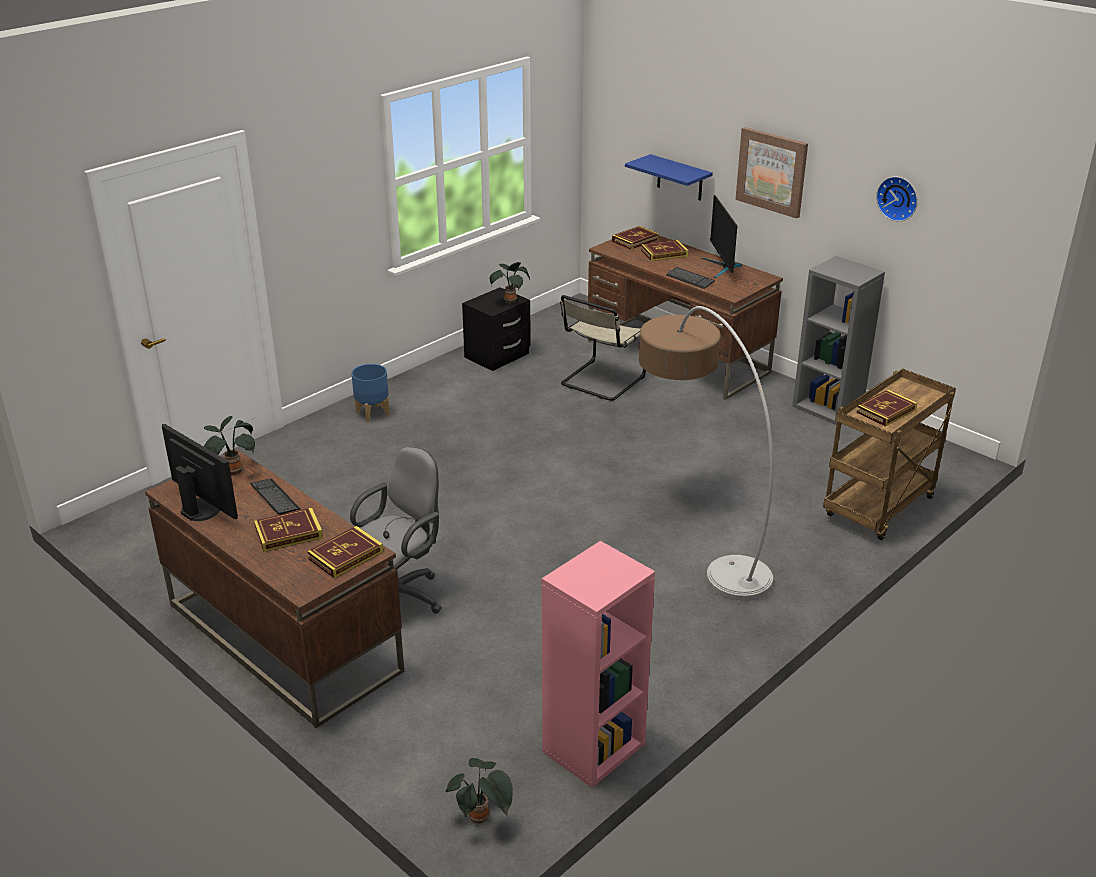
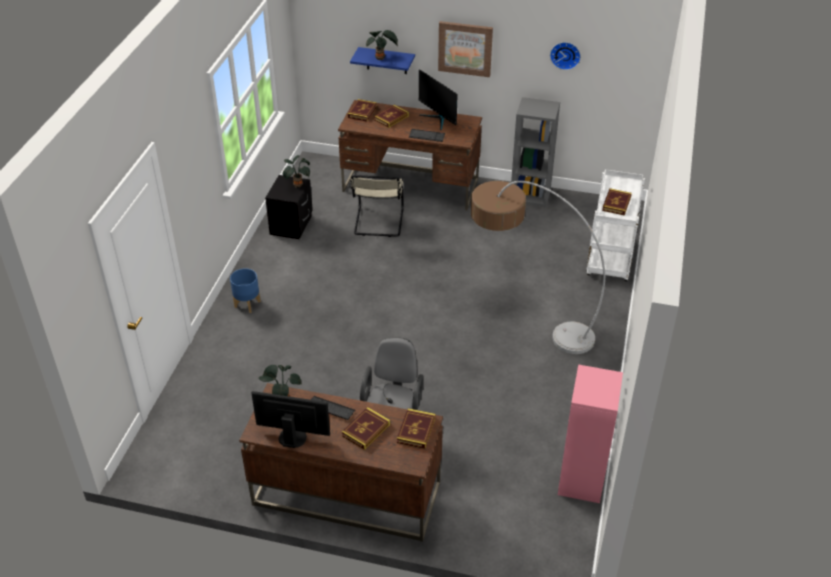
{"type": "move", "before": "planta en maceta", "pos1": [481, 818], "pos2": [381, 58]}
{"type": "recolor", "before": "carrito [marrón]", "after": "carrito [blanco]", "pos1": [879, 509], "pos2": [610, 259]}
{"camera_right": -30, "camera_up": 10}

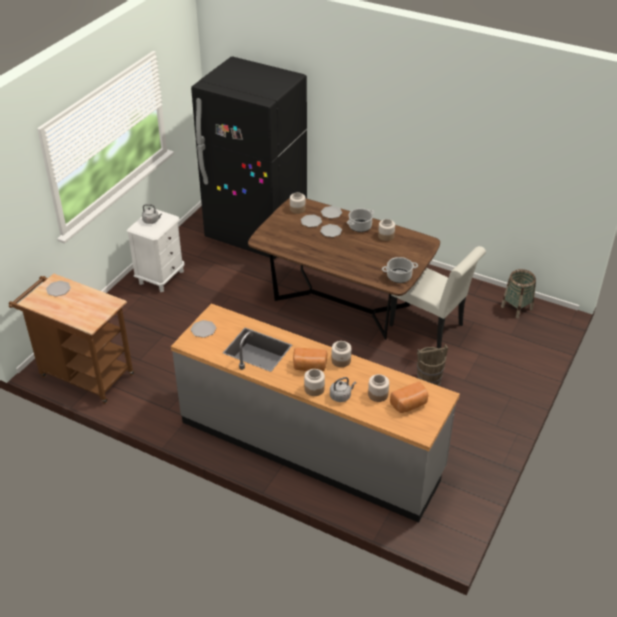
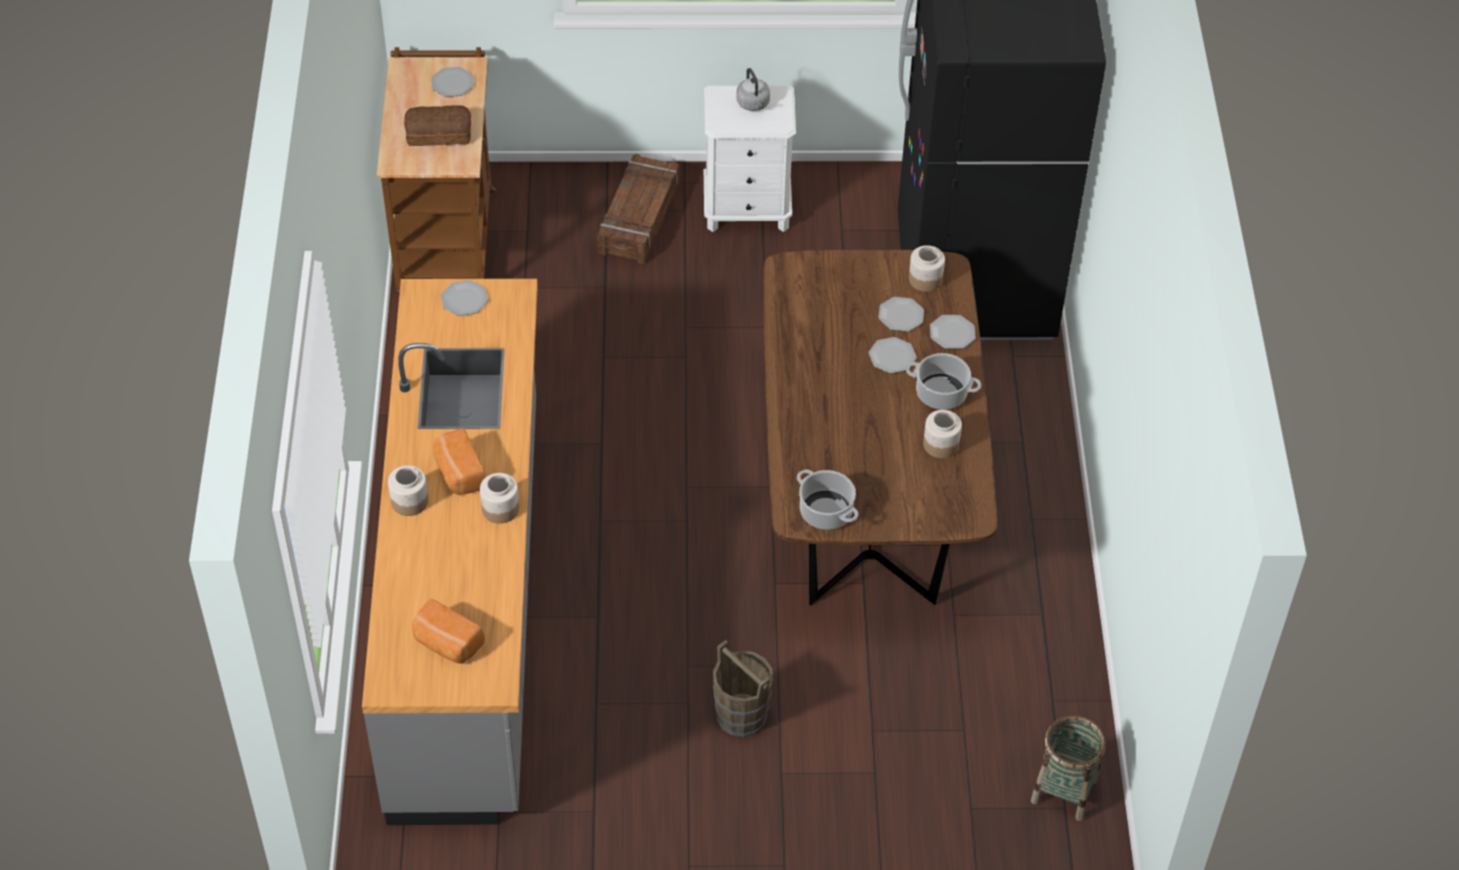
{"type": "delete", "before": "hervidor [gris]", "pos1": [341, 396]}
{"type": "delete", "before": "tarro", "pos1": [378, 394]}
{"type": "delete", "before": "silla [blanco]", "pos1": [430, 327]}
{"type": "insert", "after": "pan", "pos2": [438, 133]}
{"type": "insert", "after": "caja de embalaje", "pos2": [640, 218]}
{"camera_right": 60, "camera_up": 10}

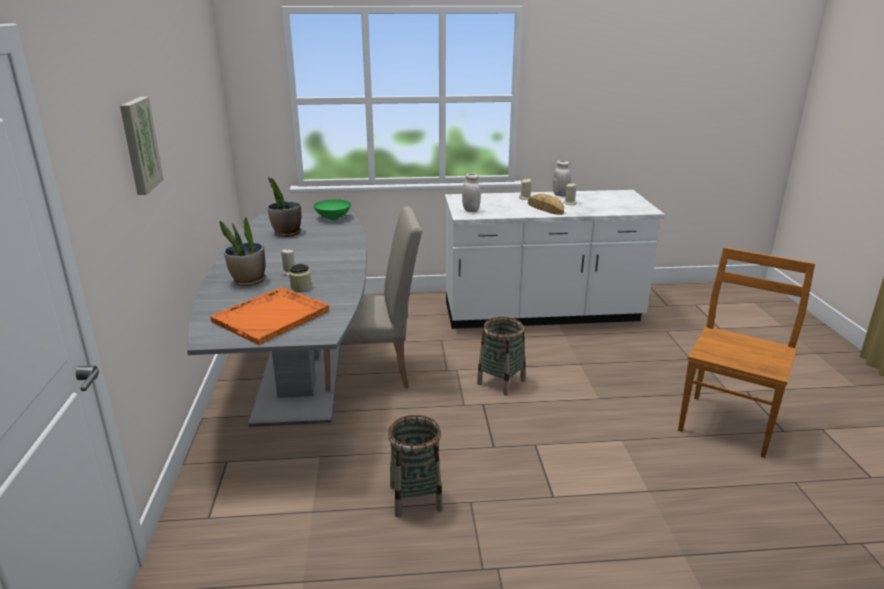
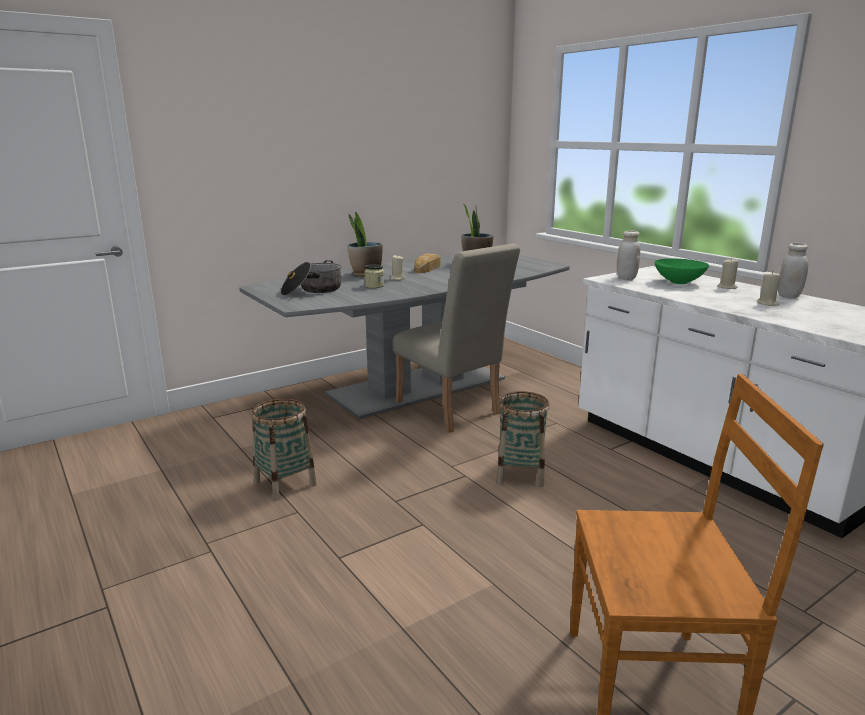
{"type": "delete", "before": "cuadro", "pos1": [138, 145]}
{"type": "move", "before": "cuenco [verde]", "pos1": [333, 218], "pos2": [679, 282]}
{"type": "move", "before": "pan", "pos1": [545, 208], "pos2": [428, 268]}
{"type": "replace", "before": "bandeja [naranja]", "after": "olla", "pos1": [272, 316], "pos2": [312, 290]}
{"camera_right": 60, "camera_up": -5}

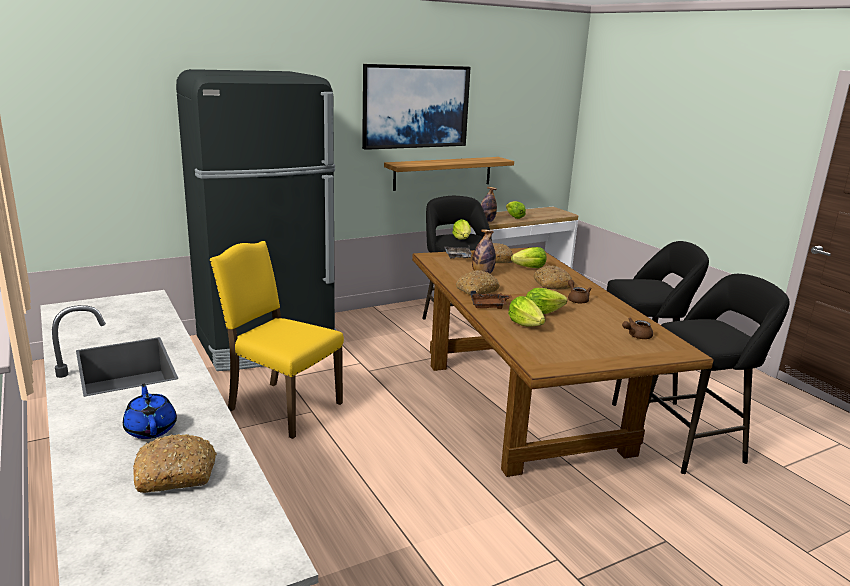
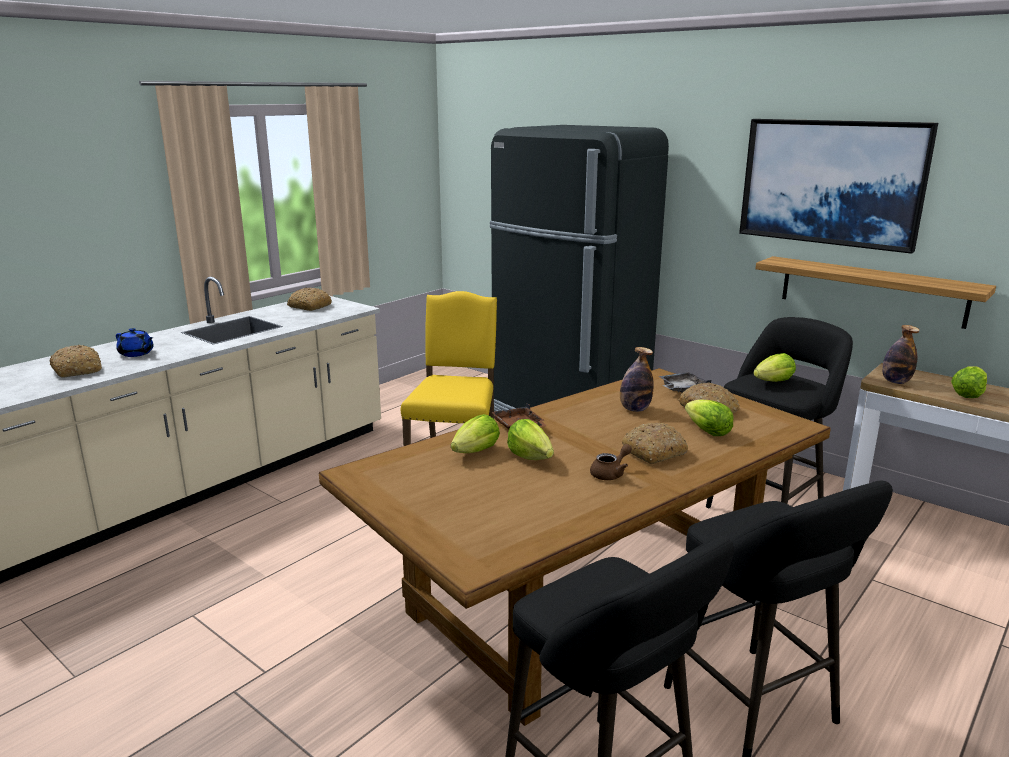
{"type": "delete", "before": "tetera [marrón]", "pos1": [636, 336]}
{"type": "move", "before": "pan", "pos1": [477, 290], "pos2": [309, 306]}
{"type": "rotate", "before": "tetera [azul]", "pos1": [151, 429], "pos2": [136, 353], "turn": 75}
{"camera_right": 70, "camera_up": 0}

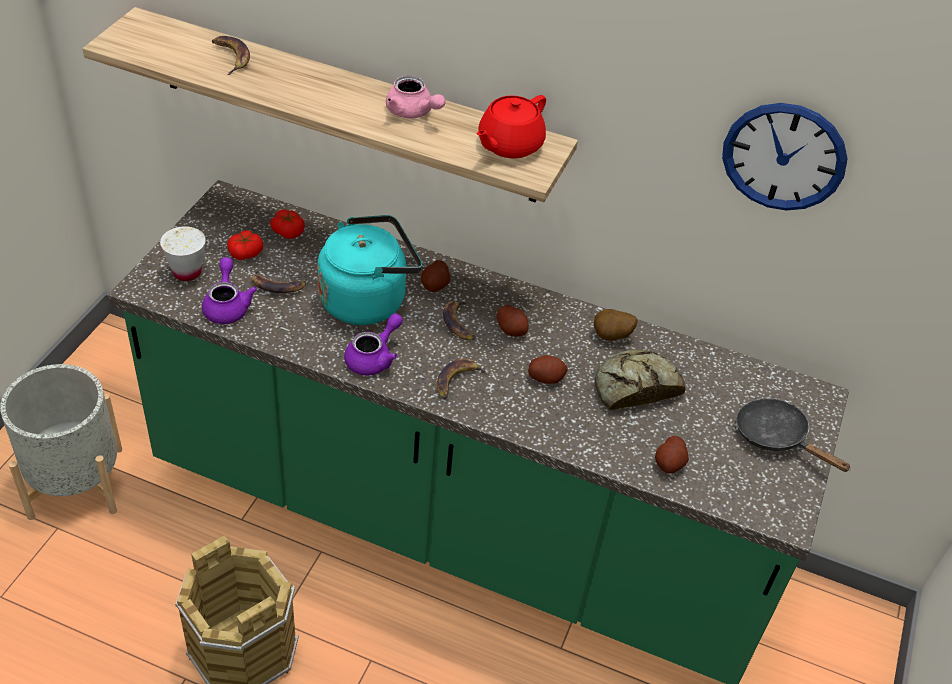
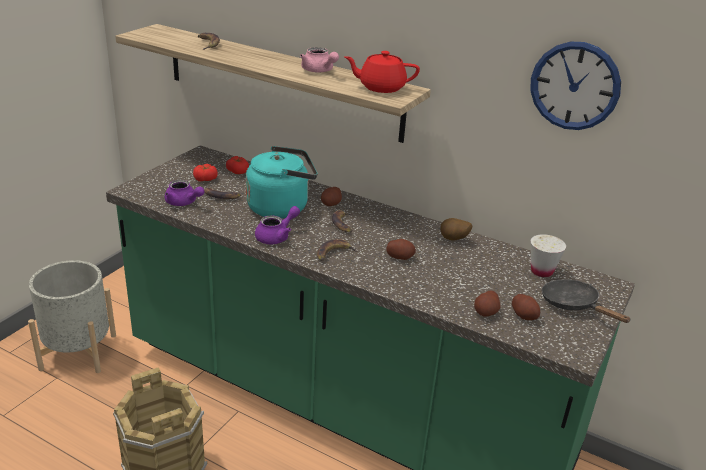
{"type": "delete", "before": "pan", "pos1": [635, 386]}
{"type": "move", "before": "taza [blanco]", "pos1": [187, 272], "pos2": [541, 271]}
{"type": "move", "before": "patata", "pos1": [511, 329], "pos2": [524, 315]}
{"type": "rotate", "before": "tetera [morado]", "pos1": [227, 305], "pos2": [183, 203], "turn": 120}
{"type": "rotate", "before": "tetera [rojo]", "pos1": [509, 145], "pos2": [381, 87], "turn": 45}
{"camera_right": 10, "camera_up": -15}

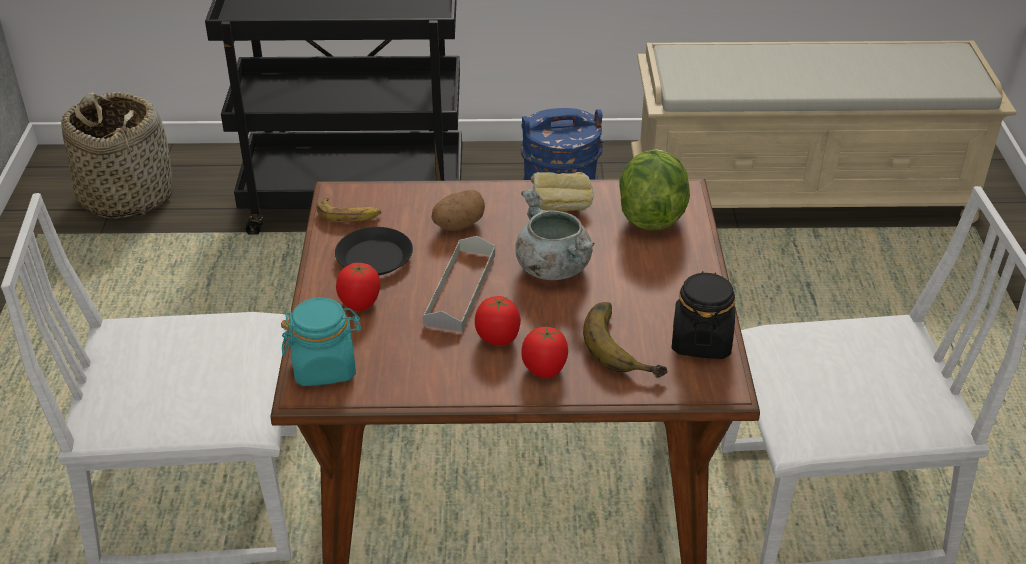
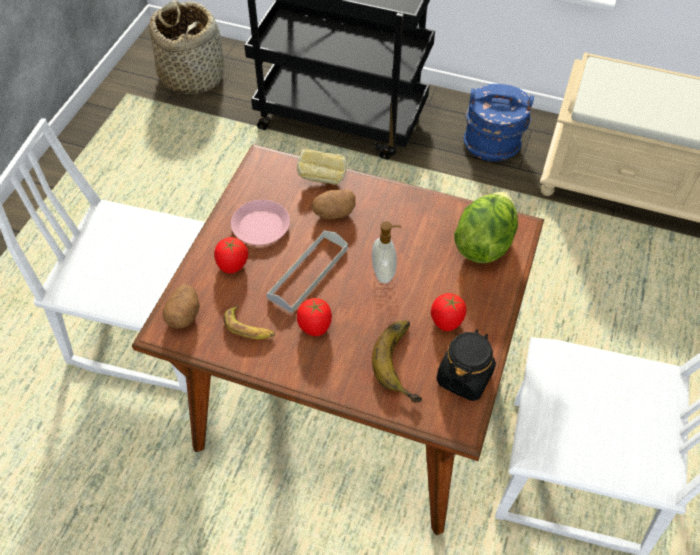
{"type": "move", "before": "plátano", "pos1": [349, 215], "pos2": [249, 328]}
{"type": "move", "before": "tomate", "pos1": [544, 369], "pos2": [446, 321]}
{"type": "move", "before": "pan", "pos1": [560, 208], "pos2": [321, 178]}
{"type": "replace", "before": "tarro [turquesa]", "after": "patata", "pos1": [325, 367], "pos2": [184, 315]}
{"type": "replace", "before": "olla [gris]", "after": "dispensador de jabón", "pos1": [552, 267], "pos2": [384, 273]}
{"type": "recolor", "before": "plato [negro]", "after": "plato [rosa]", "pos1": [375, 257], "pos2": [261, 226]}
{"camera_right": 20, "camera_up": 15}

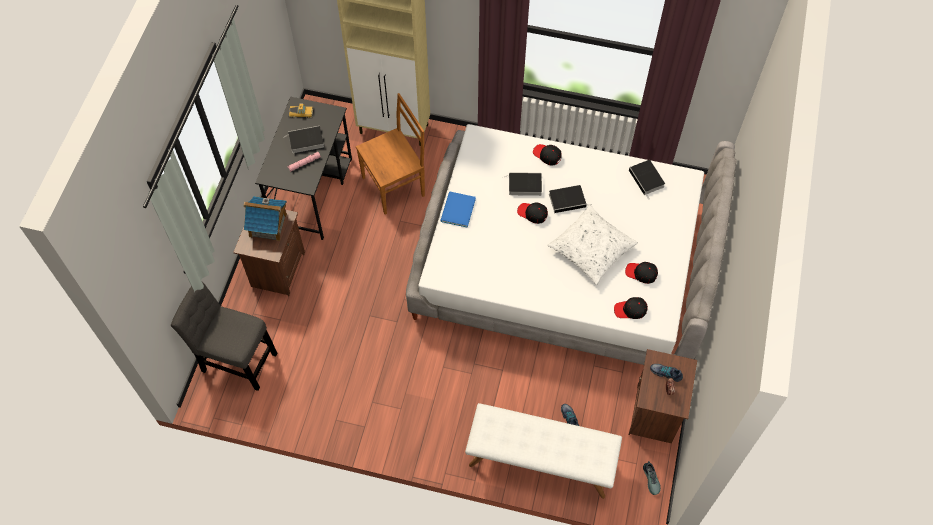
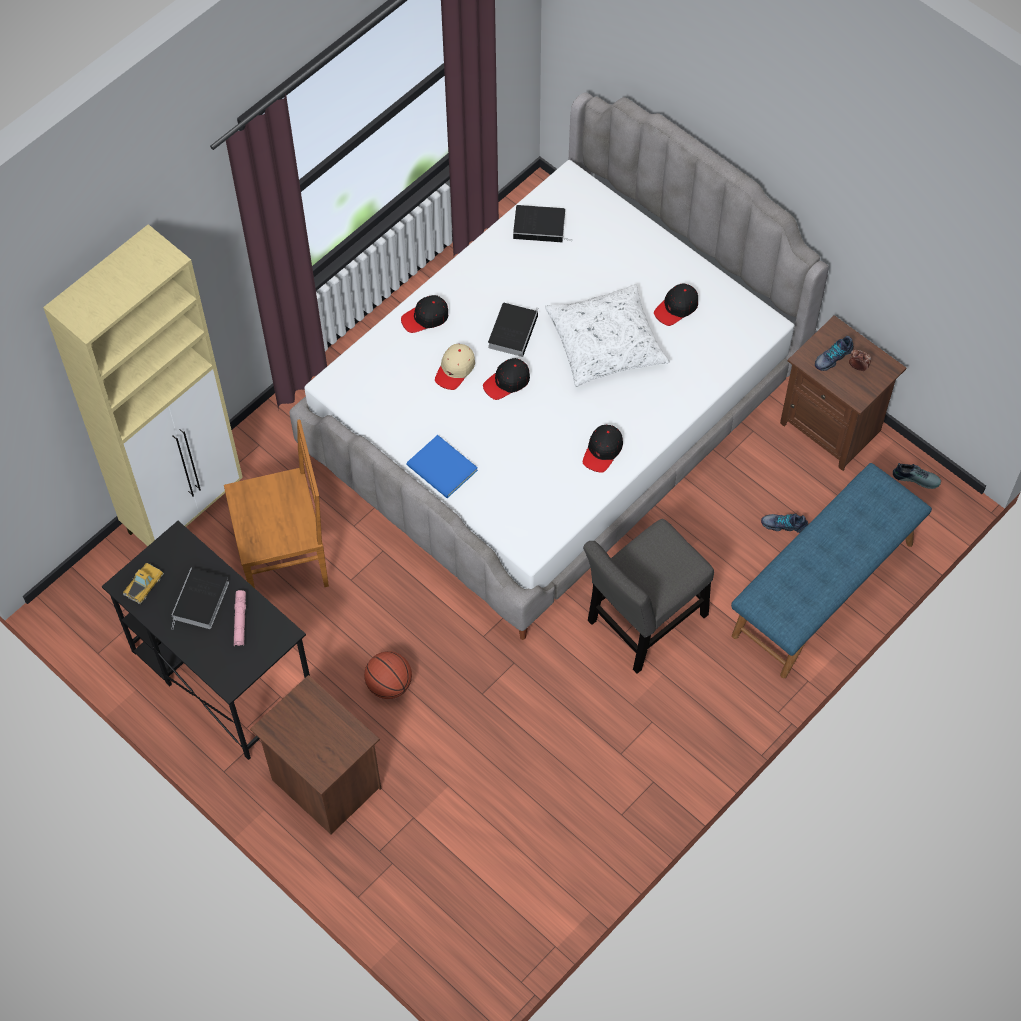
{"type": "delete", "before": "casita", "pos1": [268, 225]}
{"type": "insert", "after": "balón de baloncesto", "pos2": [389, 685]}
{"type": "move", "before": "silla [gris]", "pos1": [236, 360], "pos2": [643, 623]}
{"type": "move", "before": "gorra [negro]", "pos1": [630, 310], "pos2": [602, 451]}
{"type": "replace", "before": "libro", "after": "gorra [beis]", "pos1": [523, 185], "pos2": [455, 370]}
{"type": "recolor", "before": "banco [blanco]", "after": "banco [azul]", "pos1": [540, 461], "pos2": [824, 590]}
{"type": "rotate", "before": "silla [marrón]", "pos1": [395, 186], "pos2": [286, 557], "turn": 75}
{"camera_right": -60, "camera_up": 0}

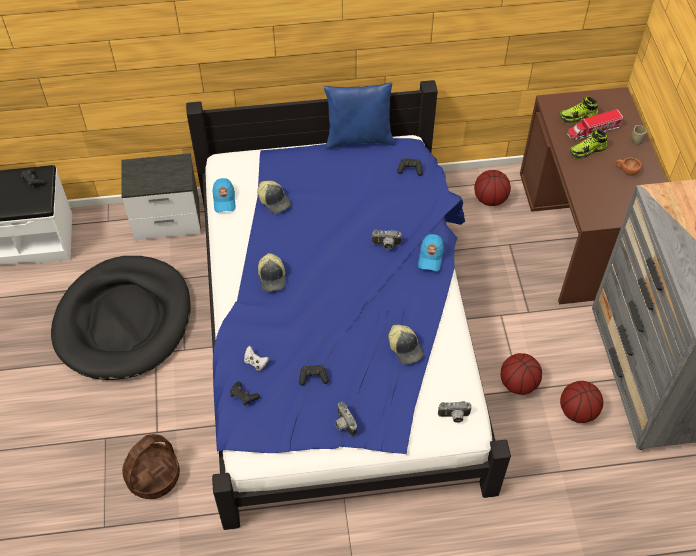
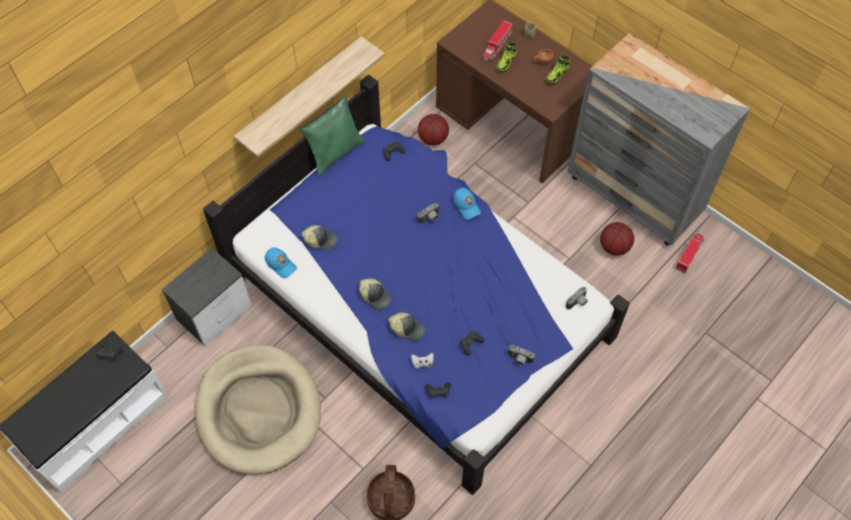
{"type": "delete", "before": "balón de baloncesto", "pos1": [518, 383]}
{"type": "insert", "after": "estante", "pos2": [301, 96]}
{"type": "insert", "after": "camión de juguete", "pos2": [689, 254]}
{"type": "move", "before": "gorra", "pos1": [405, 347], "pos2": [407, 328]}
{"type": "move", "before": "zapato", "pos1": [577, 117], "pos2": [557, 75]}
{"type": "recolor", "before": "cama para perro [negro]", "after": "cama para perro [beis]", "pos1": [124, 321], "pos2": [258, 411]}
{"type": "recolor", "before": "cojín [azul]", "after": "cojín [verde]", "pos1": [359, 138], "pos2": [335, 153]}
{"camera_right": -40, "camera_up": 5}

